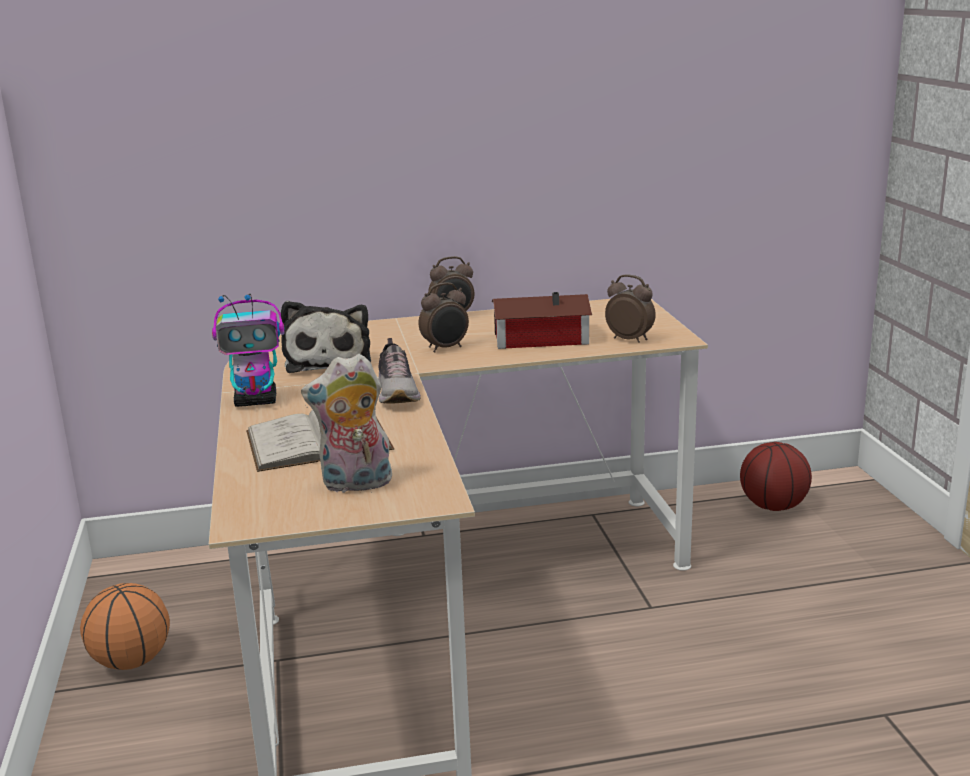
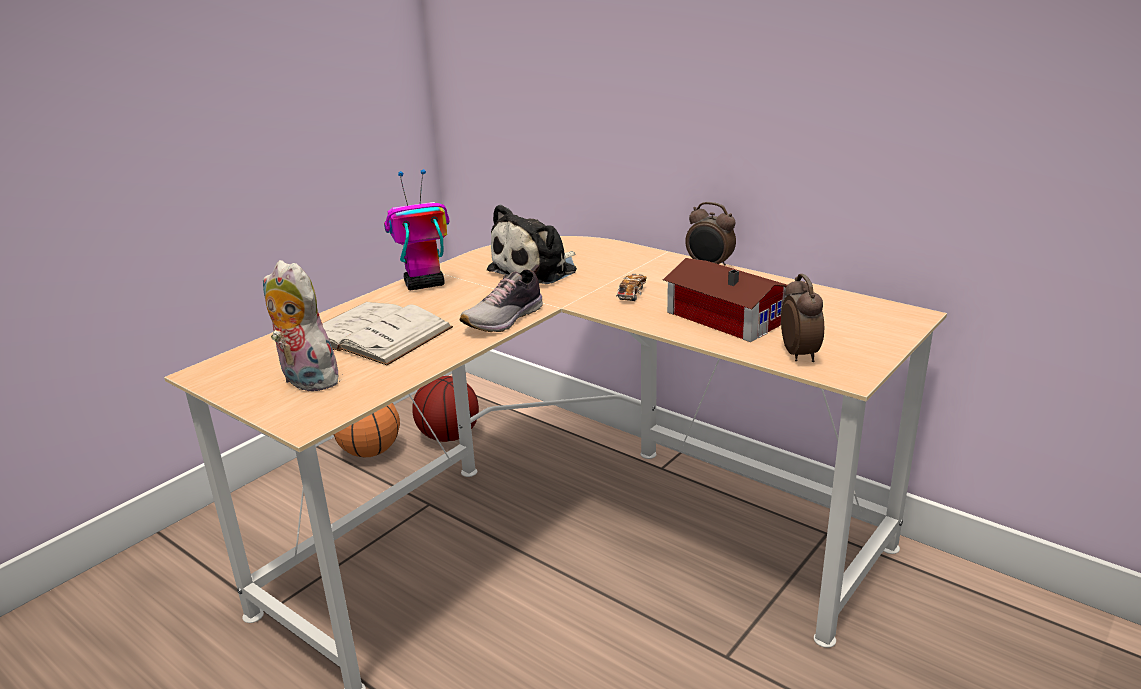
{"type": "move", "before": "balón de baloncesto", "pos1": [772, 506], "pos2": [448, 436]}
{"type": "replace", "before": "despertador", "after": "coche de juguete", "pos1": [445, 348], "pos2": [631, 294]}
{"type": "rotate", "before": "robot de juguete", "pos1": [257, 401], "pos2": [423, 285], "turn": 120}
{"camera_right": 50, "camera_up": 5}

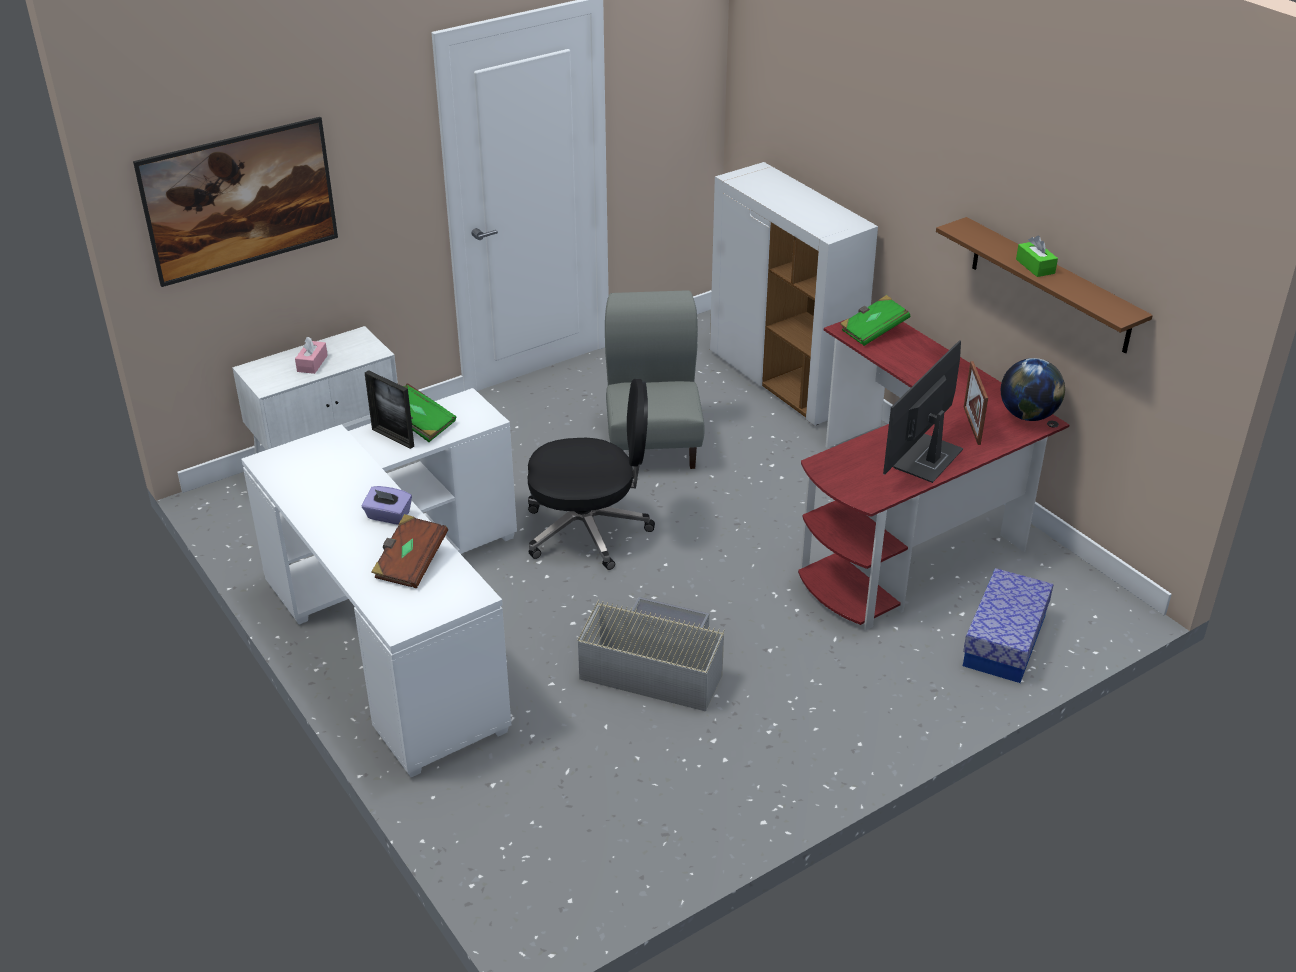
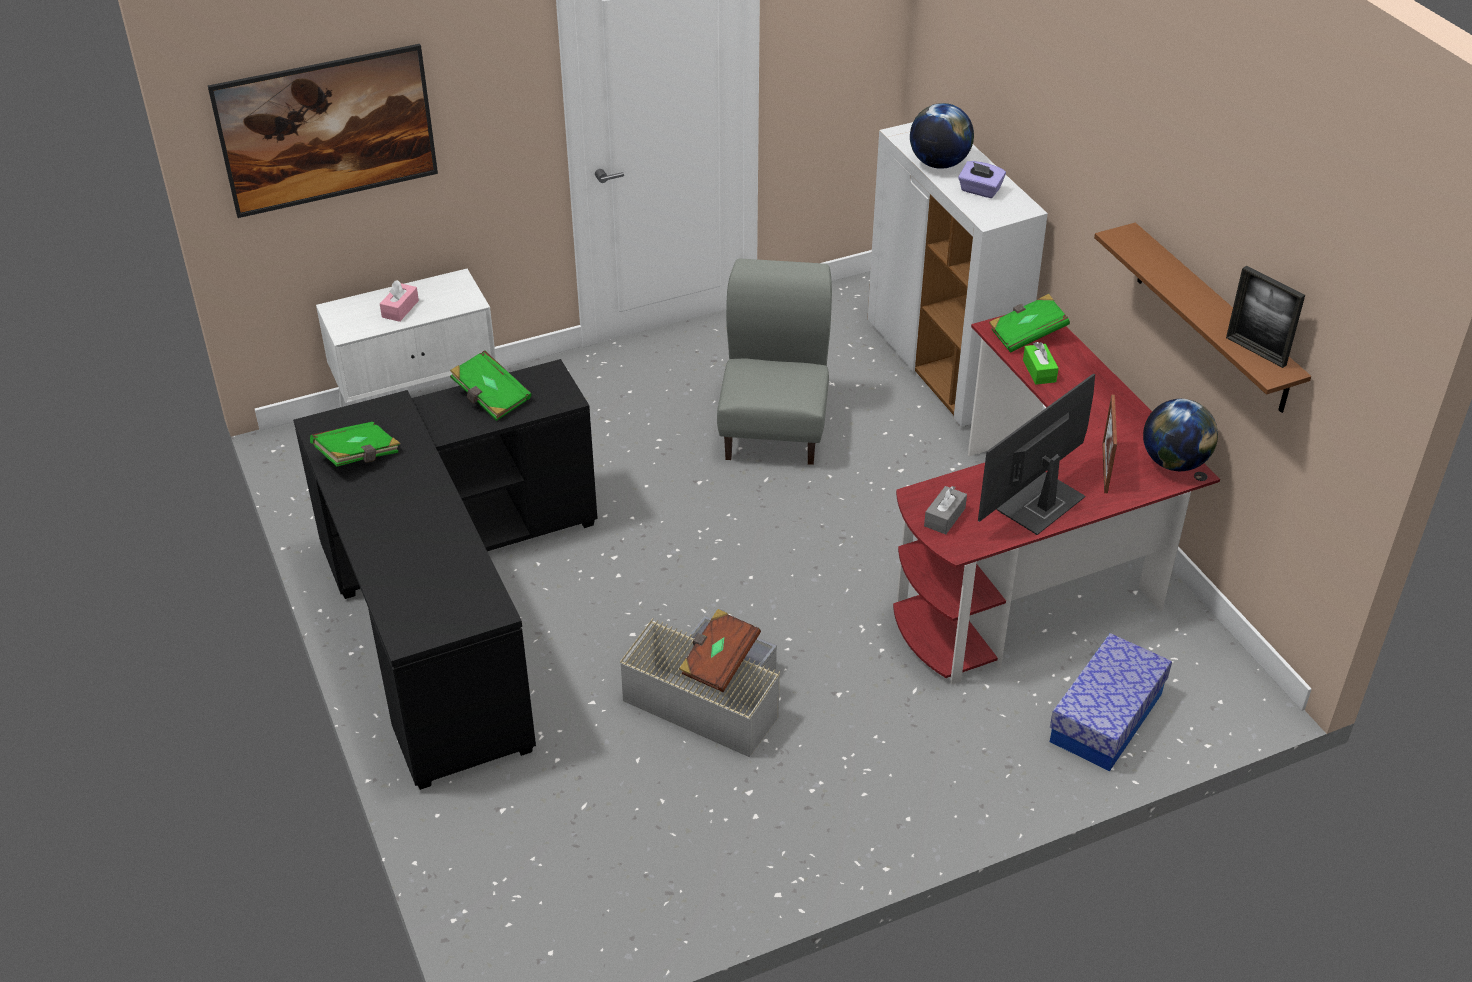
{"type": "delete", "before": "silla de oficina [negro]", "pos1": [589, 531]}
{"type": "insert", "after": "libro [verde]", "pos2": [358, 456]}
{"type": "insert", "after": "globo terráqueo", "pos2": [939, 164]}
{"type": "insert", "after": "caja de pañuelos [gris]", "pos2": [944, 517]}
{"type": "move", "before": "caja de pañuelos [morado]", "pos1": [388, 516], "pos2": [980, 190]}
{"type": "move", "before": "portarretratos", "pos1": [393, 438], "pos2": [1255, 351]}
{"type": "move", "before": "libro [marrón]", "pos1": [410, 564], "pos2": [718, 661]}
{"type": "move", "before": "caja de pañuelos [verde]", "pos1": [1035, 266], "pos2": [1039, 371]}
{"type": "recolor", "before": "escritorio [blanco]", "after": "escritorio [negro]", "pos1": [398, 622], "pos2": [448, 610]}
{"camera_right": 10, "camera_up": 5}

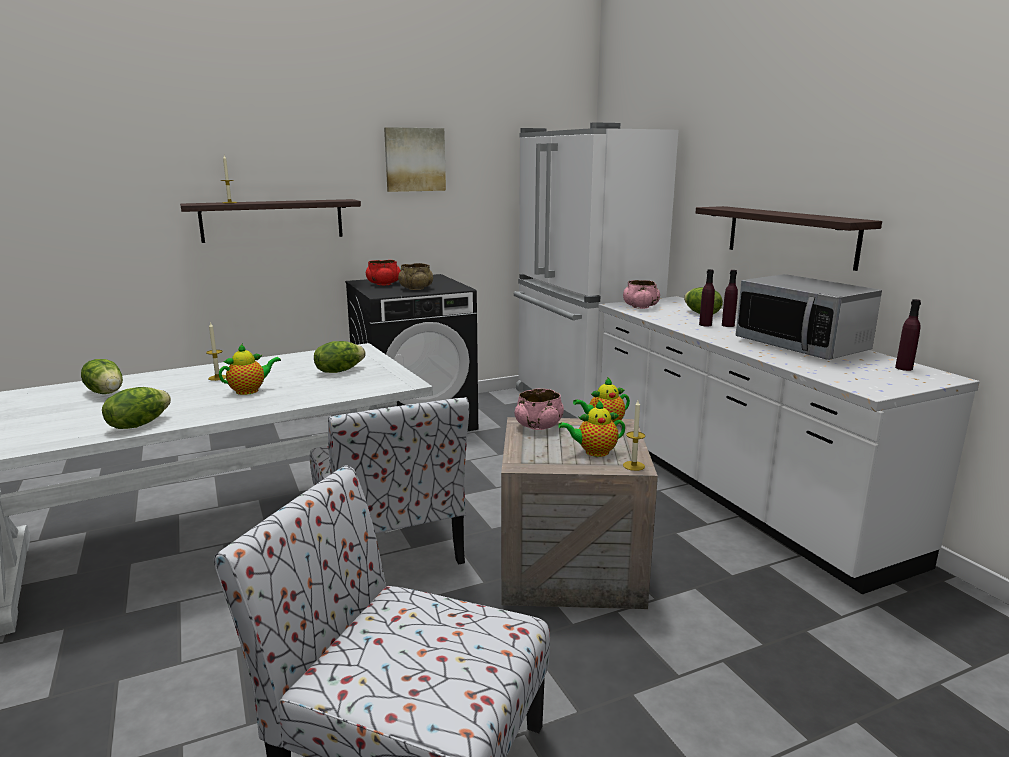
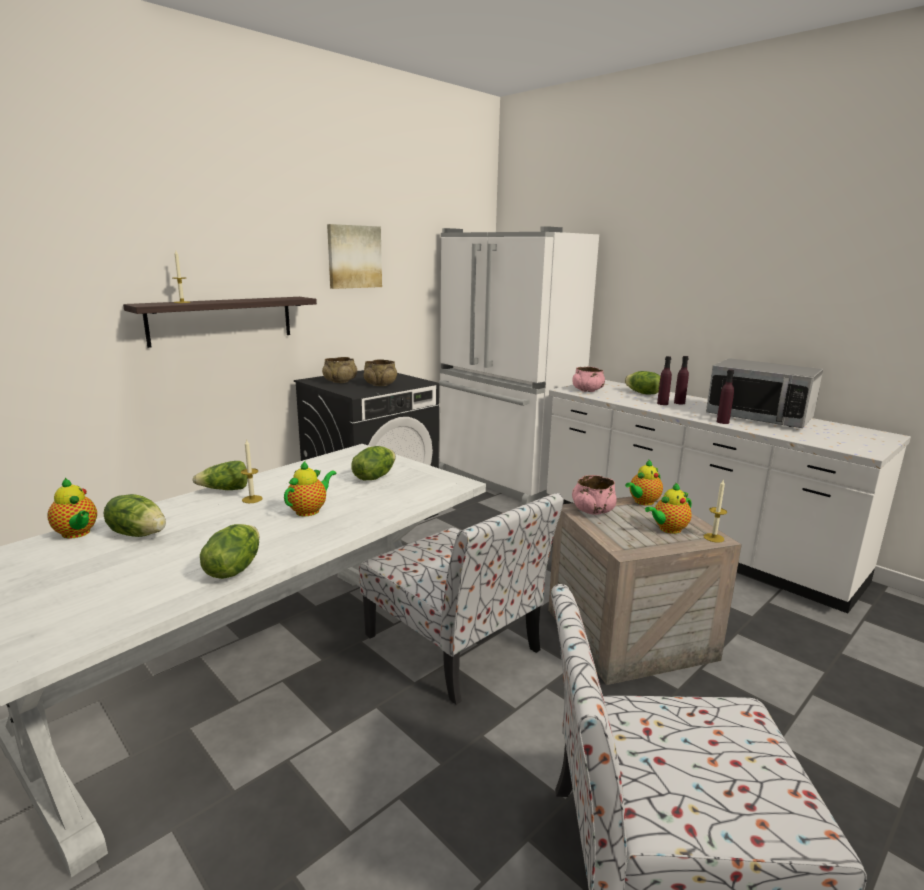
{"type": "delete", "before": "estante", "pos1": [790, 236]}
{"type": "insert", "after": "tetera", "pos2": [77, 534]}
{"type": "insert", "after": "lechuga", "pos2": [225, 490]}
{"type": "move", "before": "botella [morado]", "pos1": [904, 368], "pos2": [722, 422]}
{"type": "recolor", "before": "cuenco [rojo]", "after": "cuenco [beis]", "pos1": [383, 284], "pos2": [340, 381]}
{"camera_right": -20, "camera_up": 0}

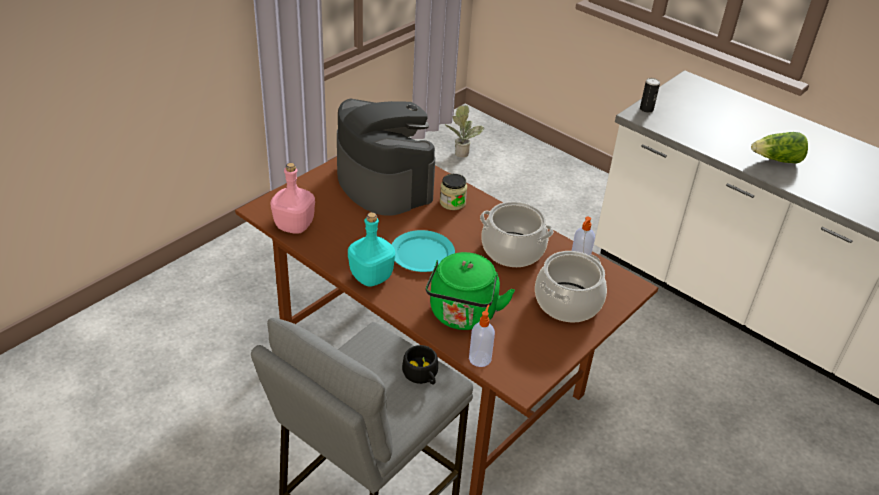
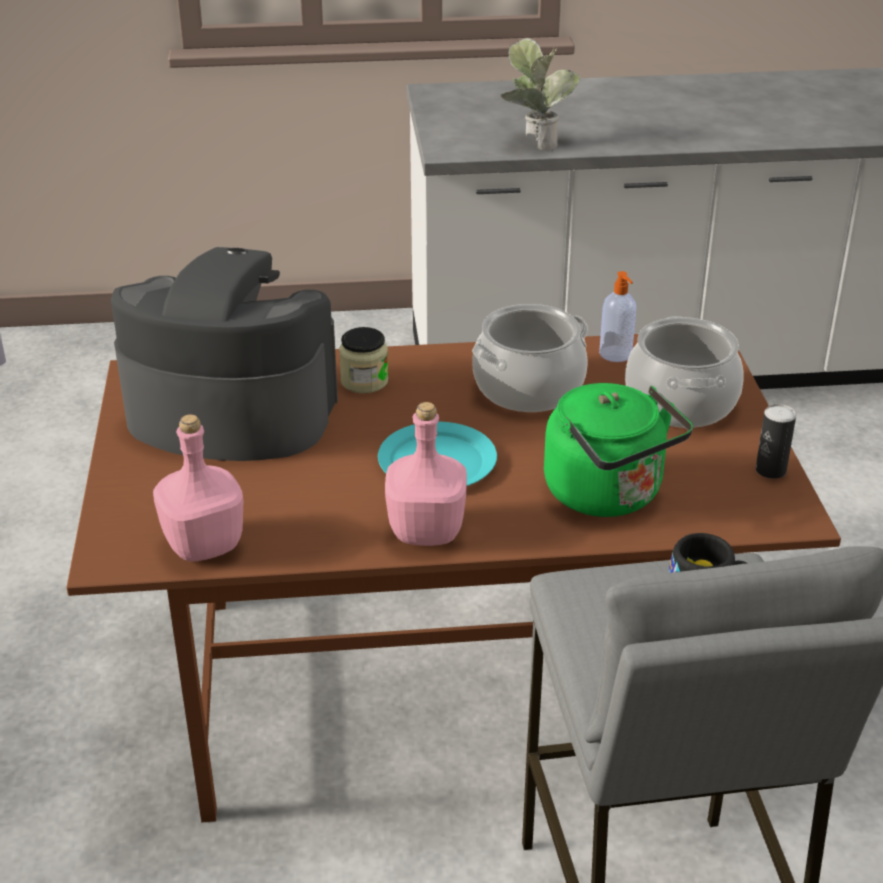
{"type": "delete", "before": "dispensador de jabón", "pos1": [480, 358]}
{"type": "delete", "before": "lechuga", "pos1": [777, 160]}
{"type": "move", "before": "planta en maceta", "pos1": [461, 151], "pos2": [535, 142]}
{"type": "move", "before": "lata", "pos1": [646, 109], "pos2": [770, 470]}
{"type": "recolor", "before": "botella [turquesa]", "after": "botella [rosa]", "pos1": [370, 277], "pos2": [426, 532]}
{"camera_right": -45, "camera_up": -5}

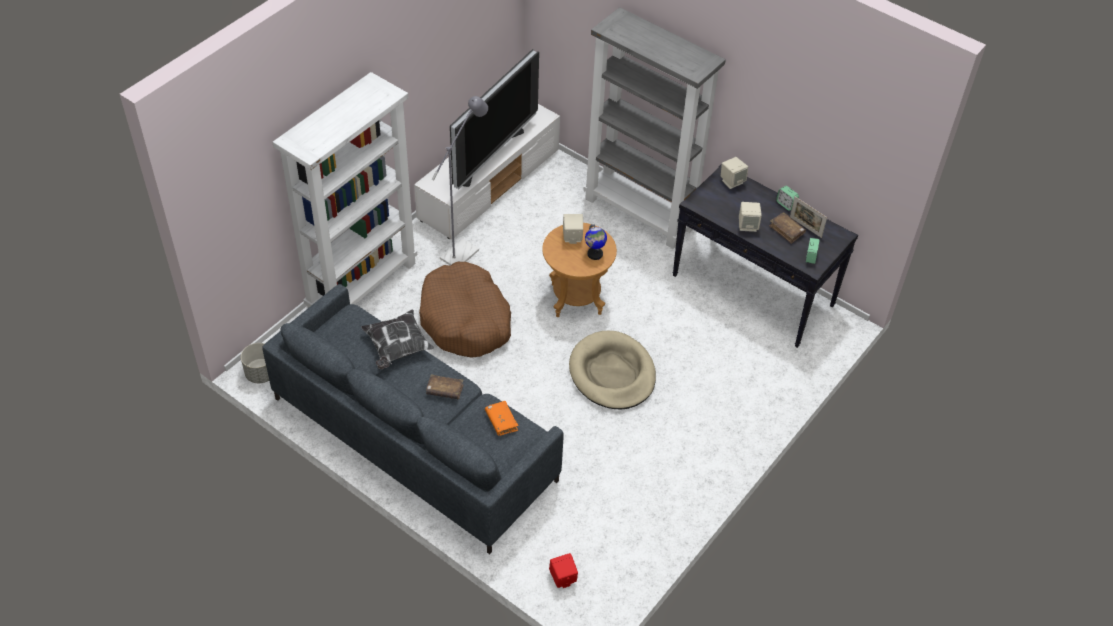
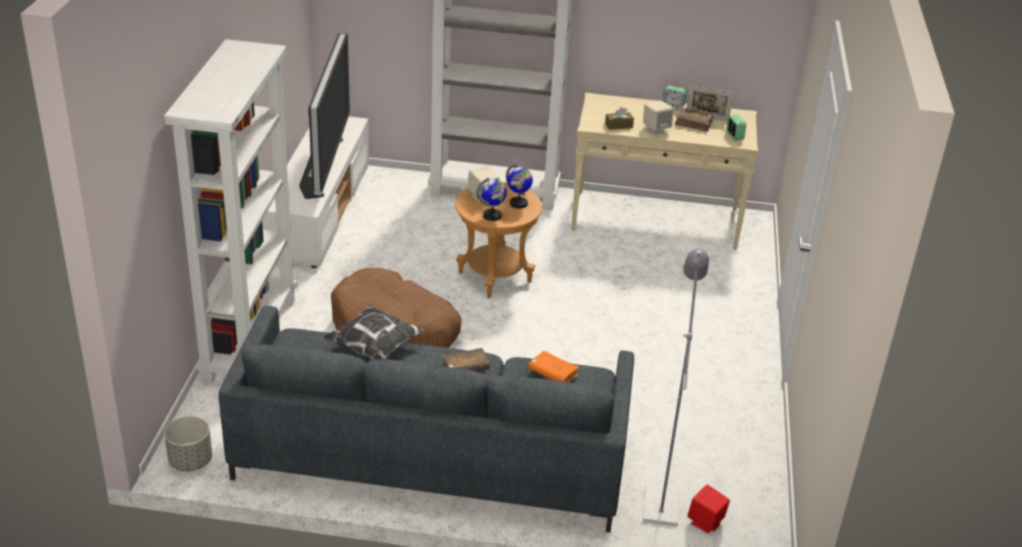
{"type": "delete", "before": "cama para perro [beis]", "pos1": [612, 373]}
{"type": "delete", "before": "altavoz [beis]", "pos1": [732, 181]}
{"type": "insert", "after": "globo terráqueo", "pos2": [492, 216]}
{"type": "insert", "after": "caja de pañuelos [marrón]", "pos2": [618, 125]}
{"type": "move", "before": "lámpara de pie [gris]", "pos1": [464, 250], "pos2": [661, 497]}
{"type": "recolor", "before": "mesa consola [negro]", "after": "mesa consola [beis]", "pos1": [753, 290], "pos2": [656, 219]}
{"camera_right": -30, "camera_up": -15}

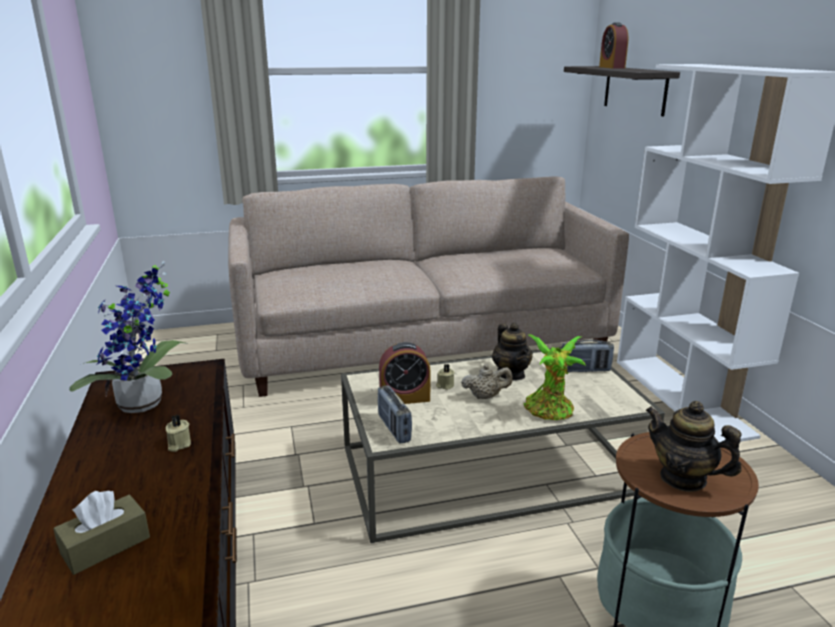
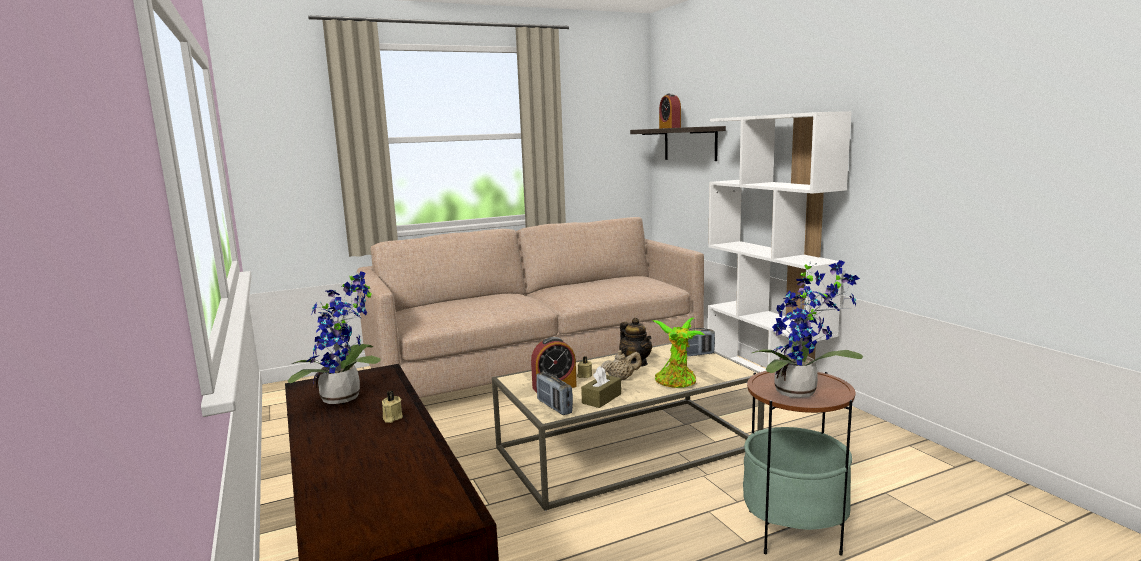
{"type": "move", "before": "caja de pañuelos [marrón]", "pos1": [105, 545], "pos2": [601, 398]}
{"type": "replace", "before": "tetera", "after": "planta en maceta", "pos1": [683, 478], "pos2": [801, 392]}
{"camera_right": -10, "camera_up": -10}

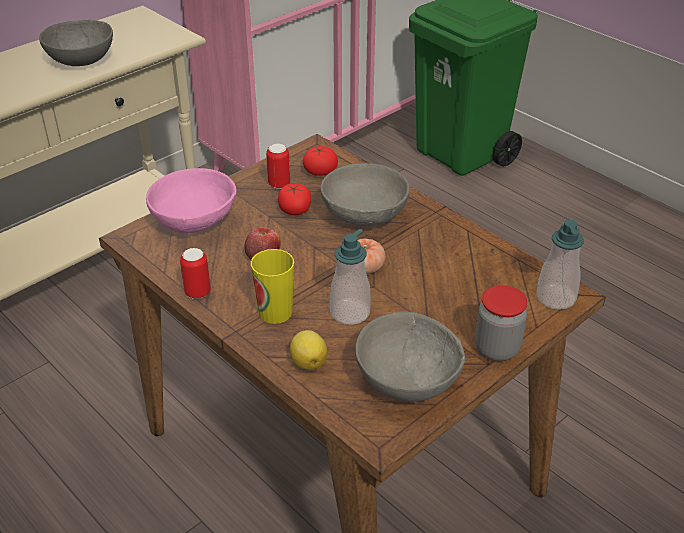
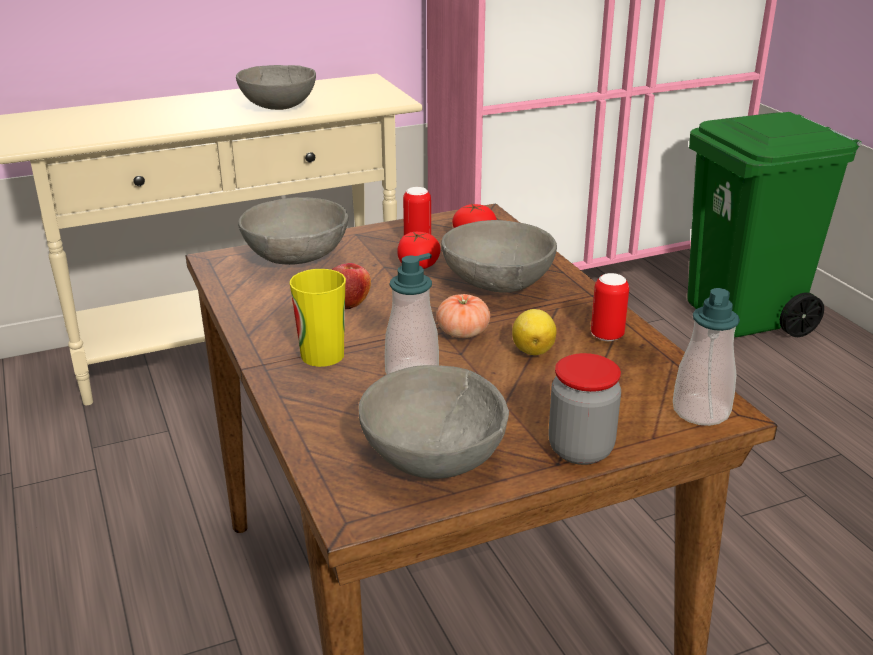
{"type": "move", "before": "lata", "pos1": [198, 293], "pos2": [607, 336]}
{"type": "move", "before": "limón", "pos1": [308, 362], "pos2": [533, 350]}
{"type": "recolor", "before": "cuenco [rosa]", "after": "cuenco [gris]", "pos1": [195, 222], "pos2": [297, 258]}
{"camera_right": 20, "camera_up": -10}

